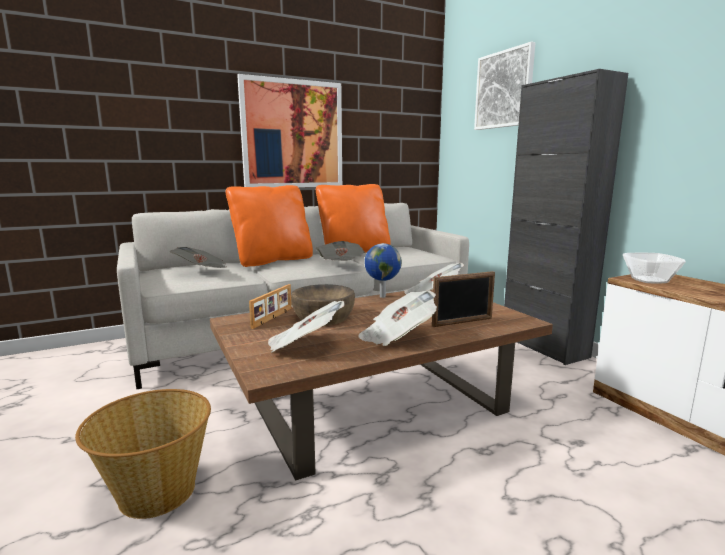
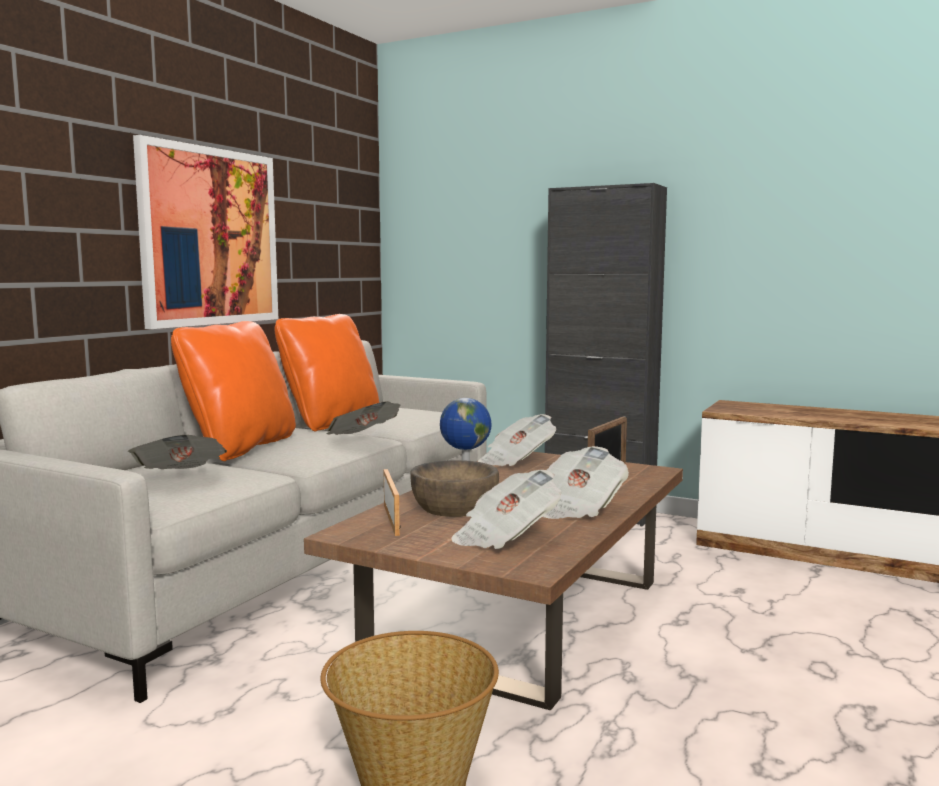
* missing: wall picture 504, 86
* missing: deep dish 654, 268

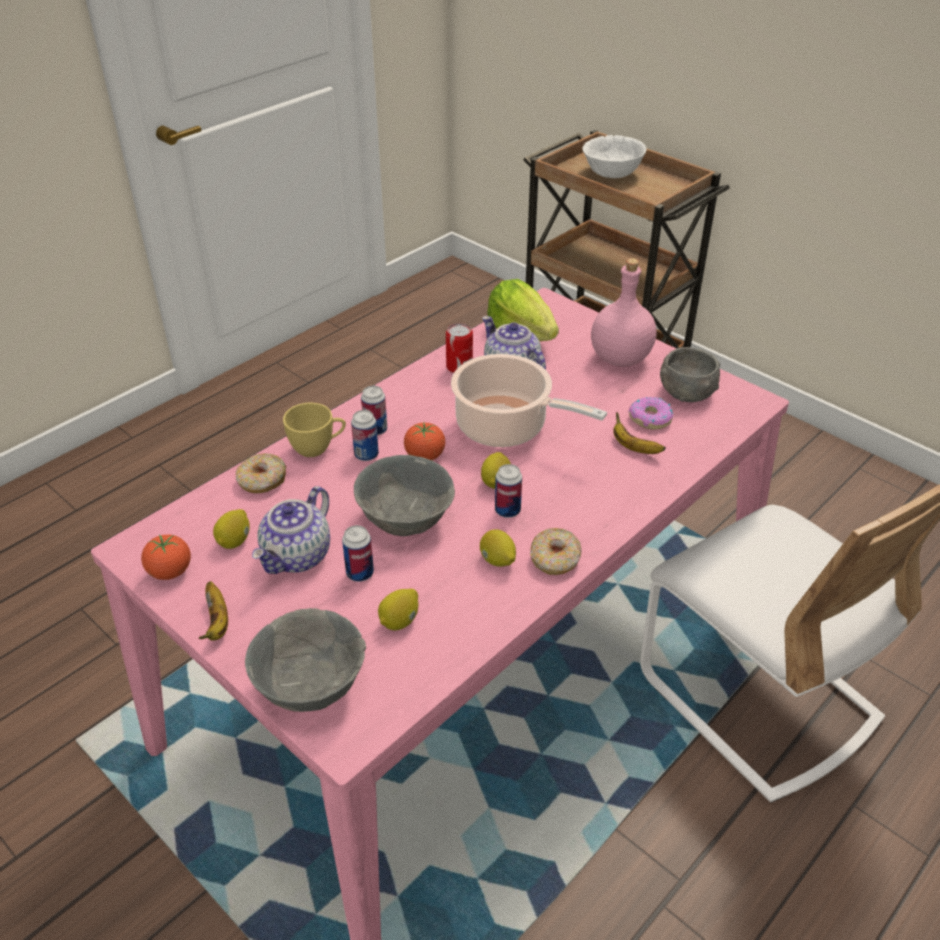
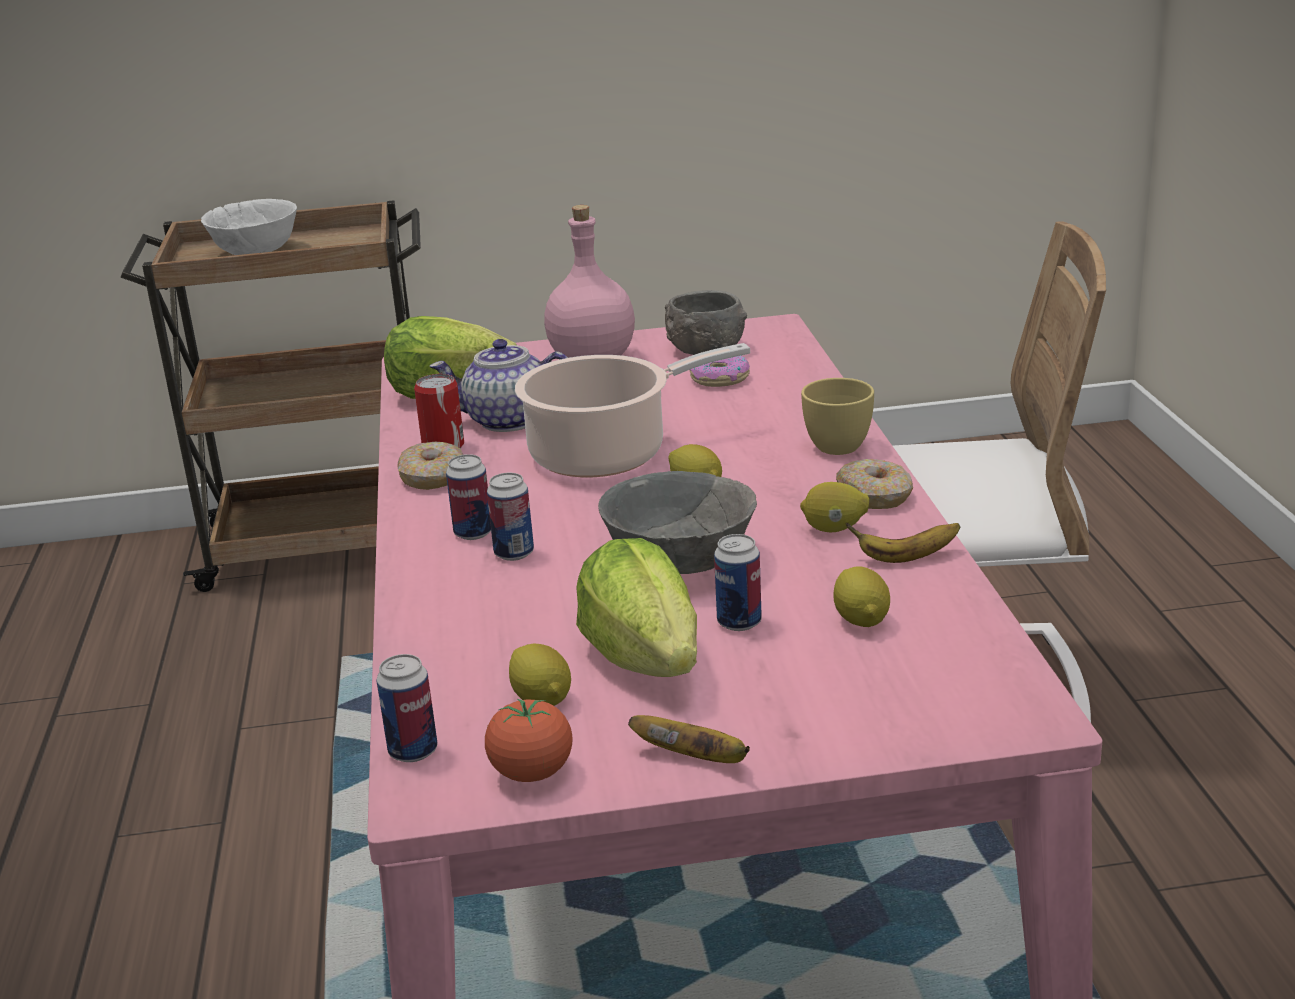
* relocated: can 508, 491 to 407, 708
* relocated: doughnut 261, 473 to 431, 466
* exchanged: teapot 291, 530 to head of lettuce 636, 607
* relocated: small cup/yellow-coloured 314, 430 to 837, 416
* relocated: banana 639, 433 to 902, 543
* missing: deep dish/gray 305, 660
* missing: fresh tomato 424, 441

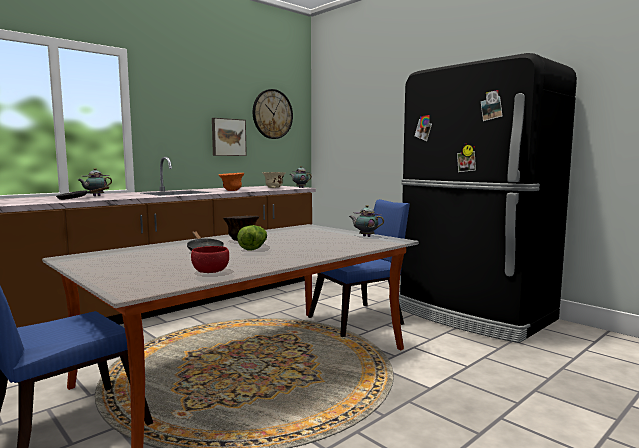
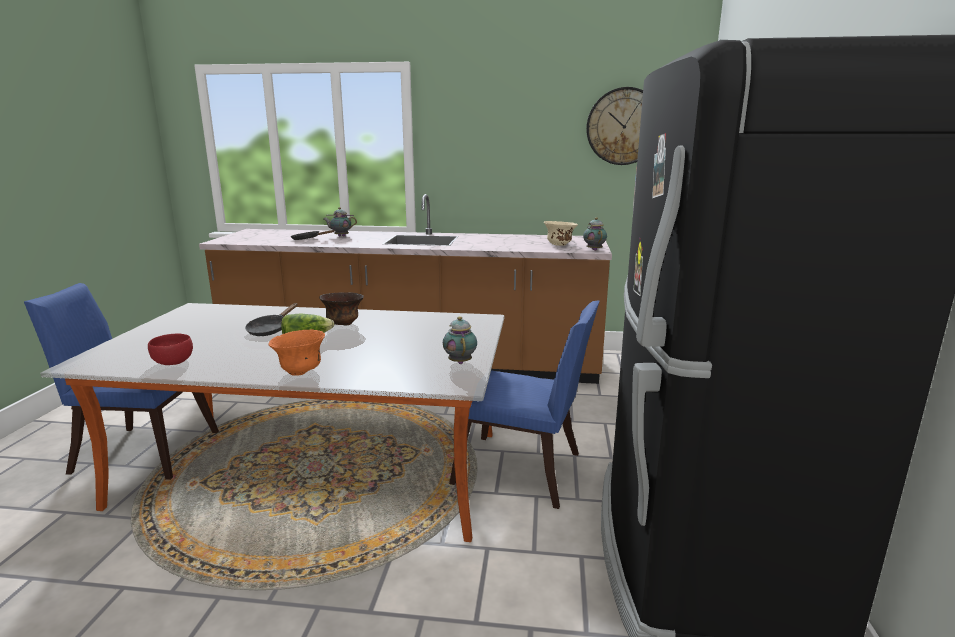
* relocated: deep dish/orange-coloured 232, 182 to 296, 352
* missing: wall picture 229, 137

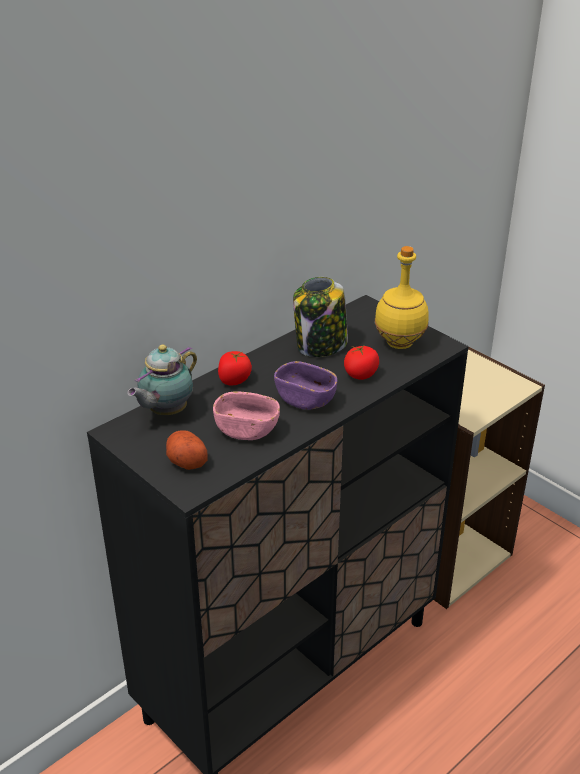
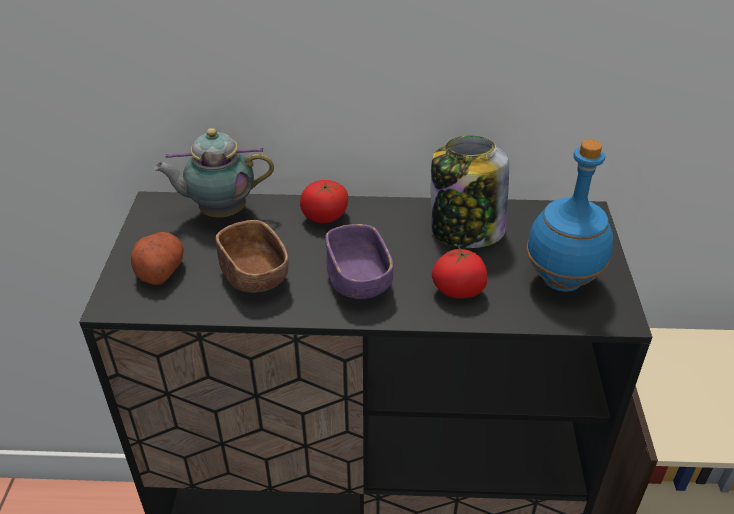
* colour: deep dish/pink-coloured 246, 415 to deep dish/brownish 252, 256
* colour: bottle/yellow-coloured 402, 297 to bottle/bluish 569, 216

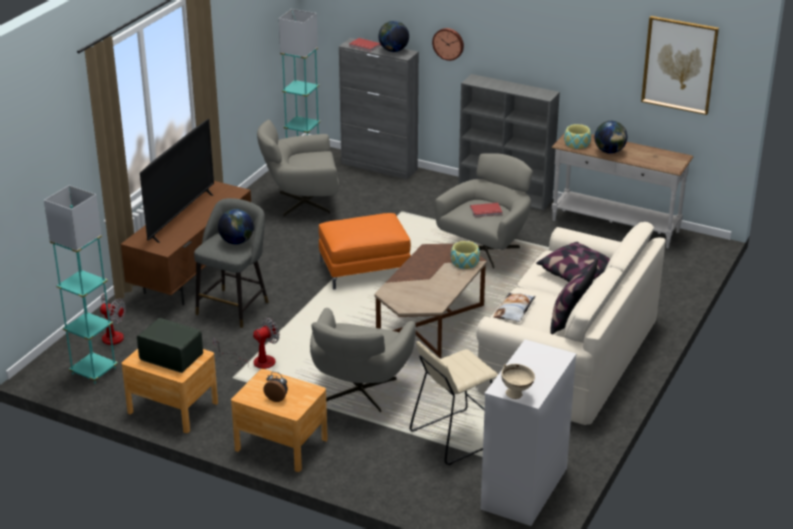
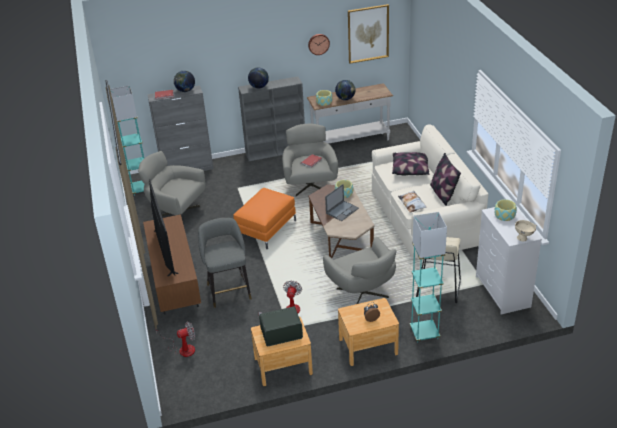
* spun: armchair/gray 298, 168 = 171, 183 75 degrees clockwise
* relocated: globe 236, 226 to 258, 77
* relocated: wall clock 448, 44 to 319, 44
* appeared: notebook computer 342, 202
* relocated: standard lamp/blue-green 81, 284 to 428, 277
* appeared: deep dish 505, 210

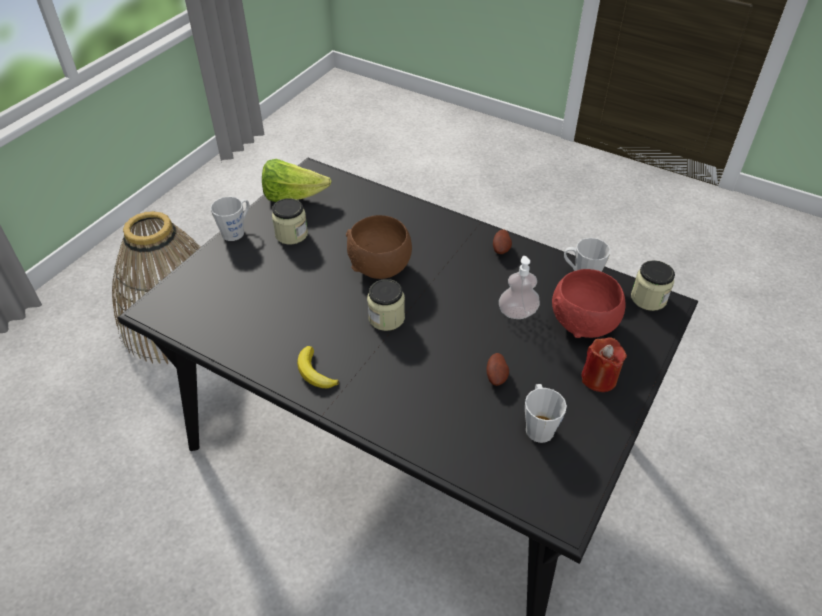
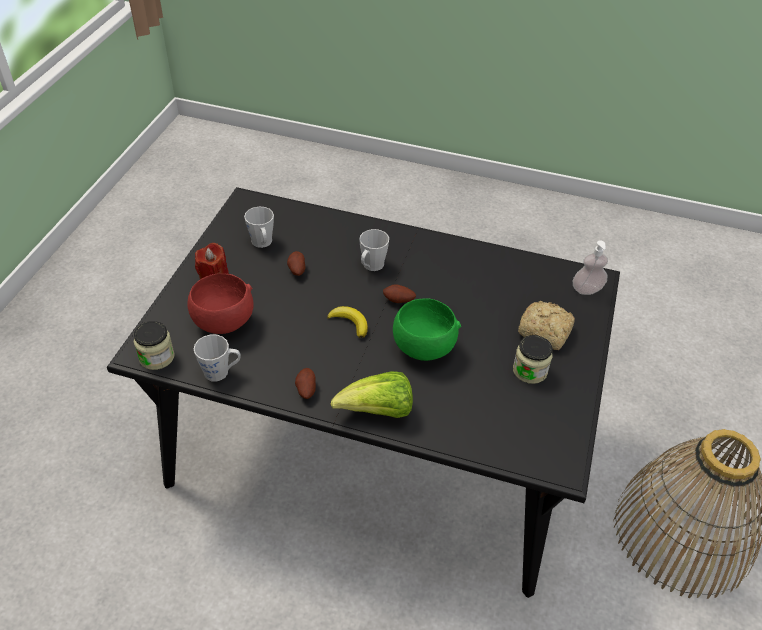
* relocated: banana 318, 367 to 347, 322
* relocated: head of lettuce 297, 180 to 371, 394
* relocated: coffee mug/gray 230, 219 to 374, 250
* exchanged: storage jar 386, 305 to whole potato 399, 293
* colour: deep dish/brownish 379, 247 to deep dish/green-coloured 427, 329
* appeared: bakery bread 546, 325
* relocated: soap bottle 519, 287 to 590, 267

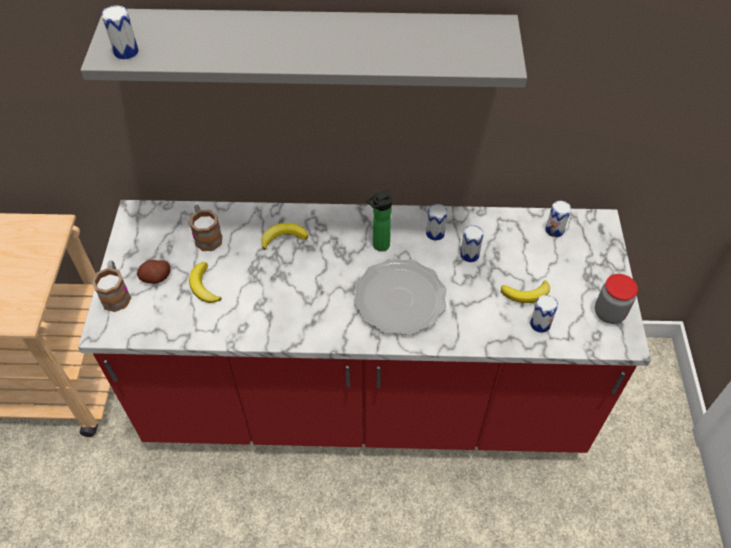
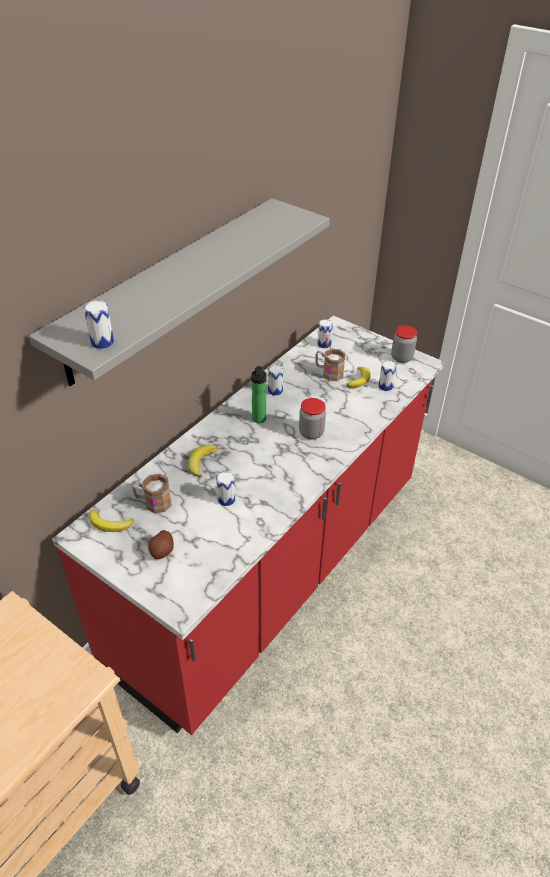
* relocated: banana 205, 282 to 111, 521
* relocated: can 472, 243 to 225, 488
* exchanged: dinner plate 399, 296 to storage jar 312, 419
* relocated: coffee mug 111, 286 to 330, 365

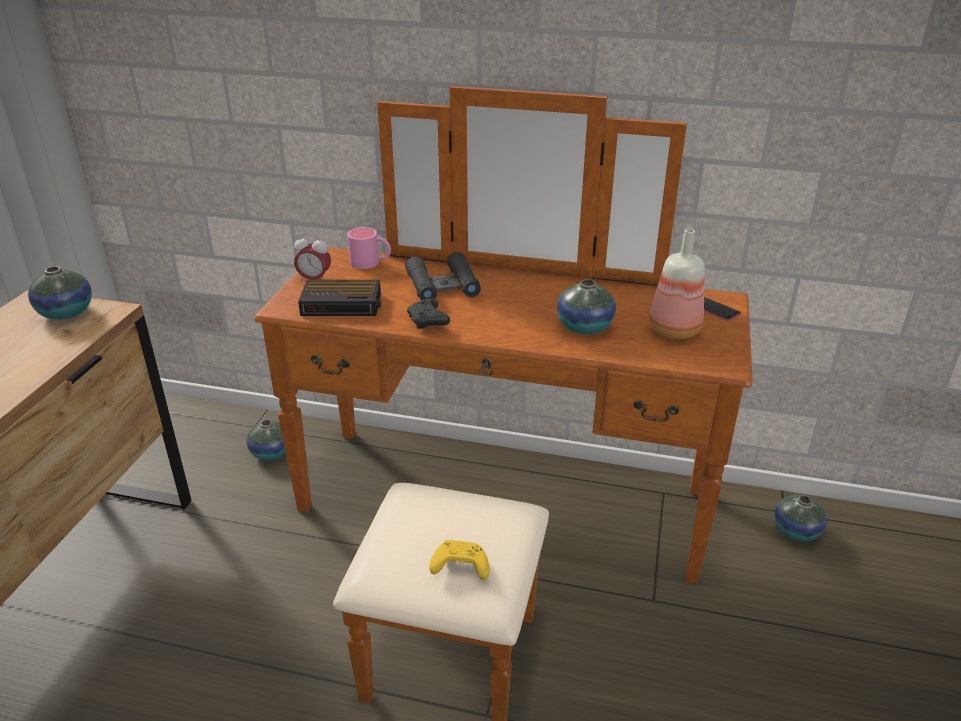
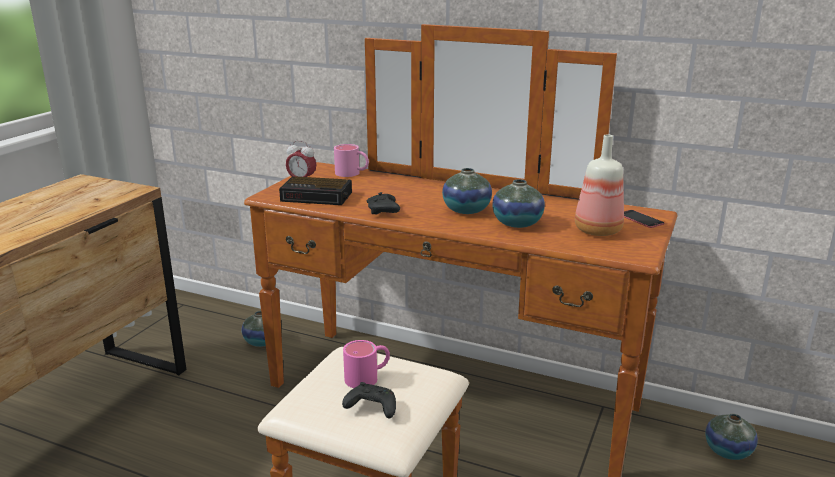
* colour: joypad/yellow-coloured 459, 560 to joypad/black-coloured 369, 400
* appeared: coffee mug/pink-coloured 366, 364
* relocated: decorative vase 60, 293 to 467, 191
* missing: field glasses/black-coloured 443, 276

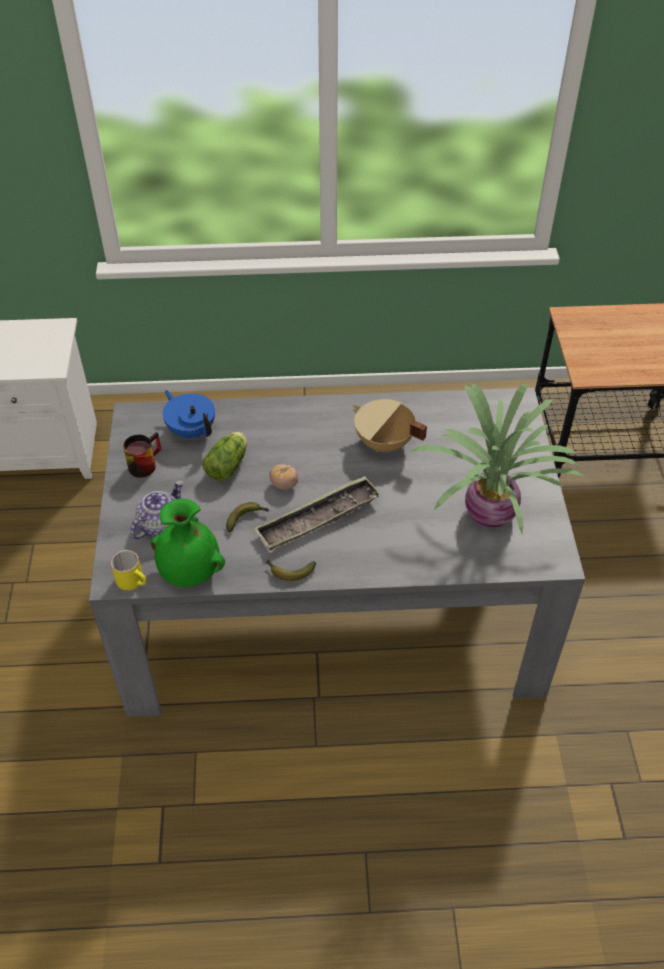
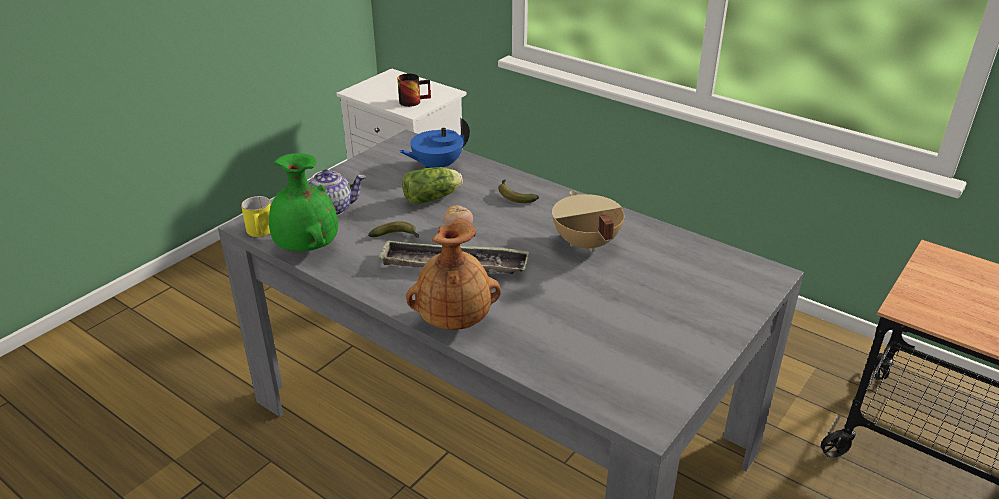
* relocated: coffee mug 142, 455 to 414, 90
* spun: teapot/bluish 189, 414 = 434, 143 120 degrees counterclockwise
* appeared: decorative vase/brownish 453, 274
* relocated: banana 291, 570 to 518, 191
* missing: houseplant 497, 458

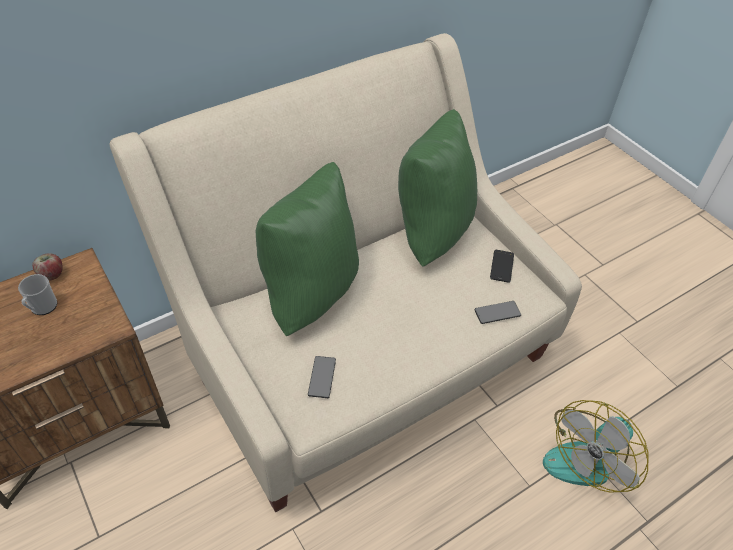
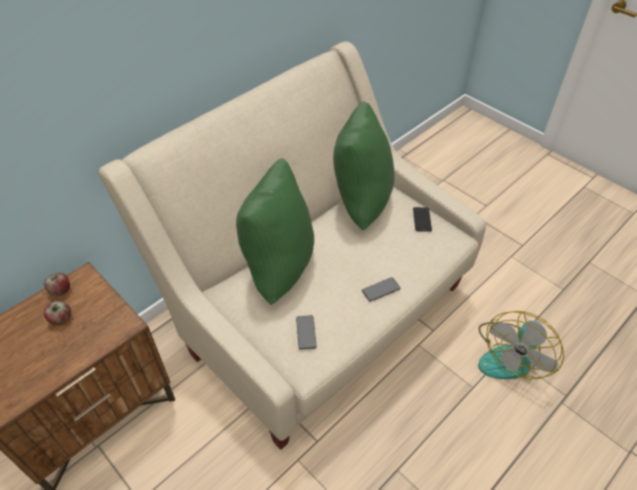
* exchanged: coffee mug 37, 294 to apple 57, 313
* relocated: phone 498, 312 to 381, 289

